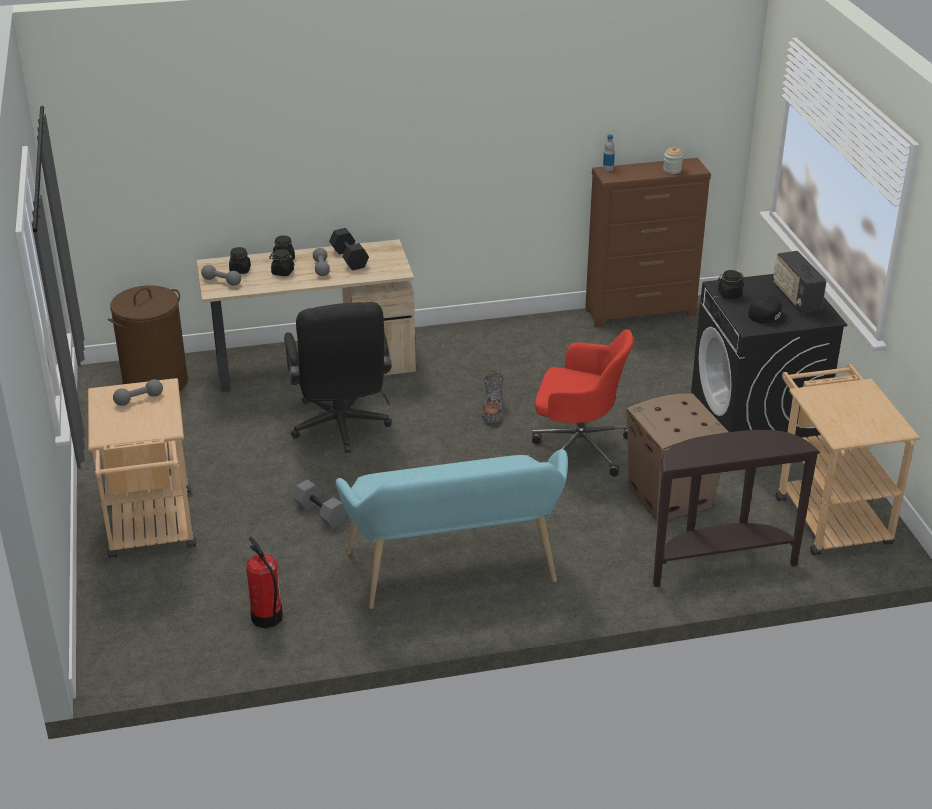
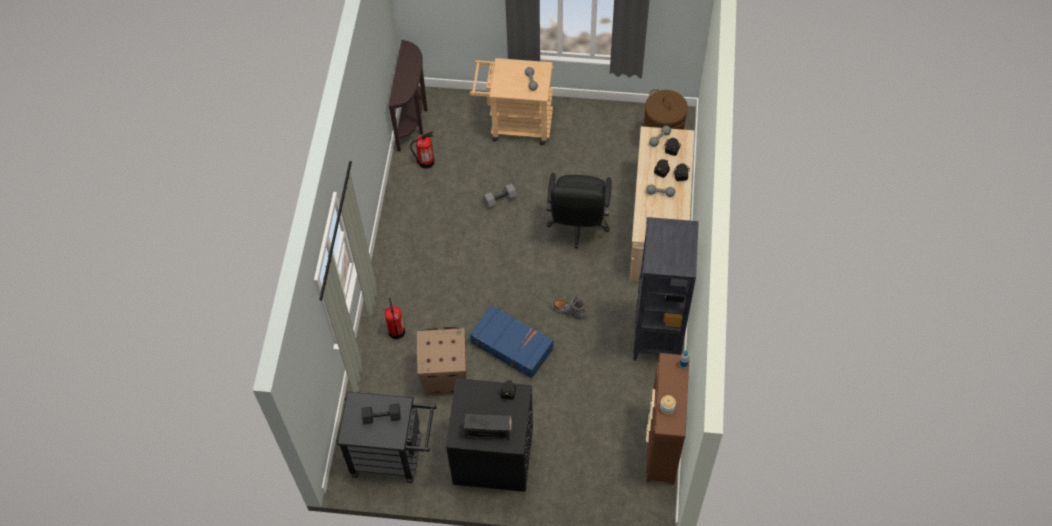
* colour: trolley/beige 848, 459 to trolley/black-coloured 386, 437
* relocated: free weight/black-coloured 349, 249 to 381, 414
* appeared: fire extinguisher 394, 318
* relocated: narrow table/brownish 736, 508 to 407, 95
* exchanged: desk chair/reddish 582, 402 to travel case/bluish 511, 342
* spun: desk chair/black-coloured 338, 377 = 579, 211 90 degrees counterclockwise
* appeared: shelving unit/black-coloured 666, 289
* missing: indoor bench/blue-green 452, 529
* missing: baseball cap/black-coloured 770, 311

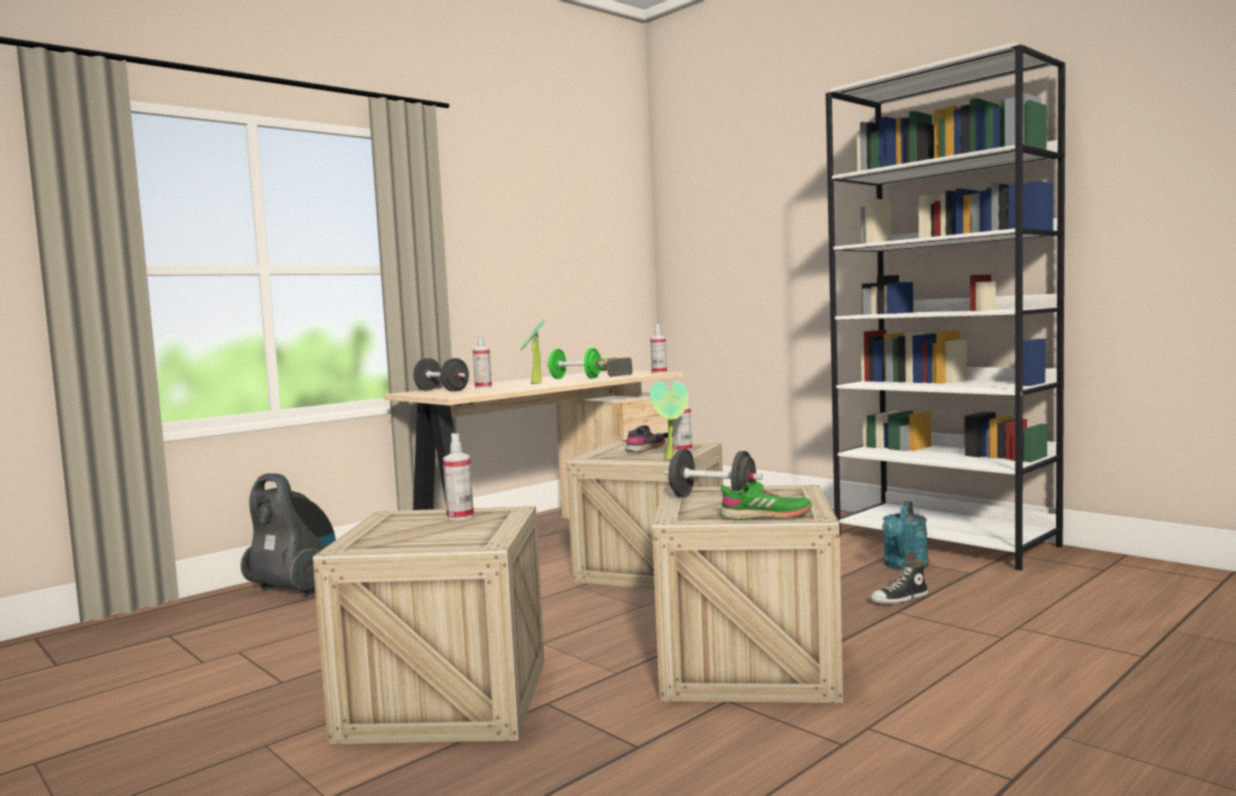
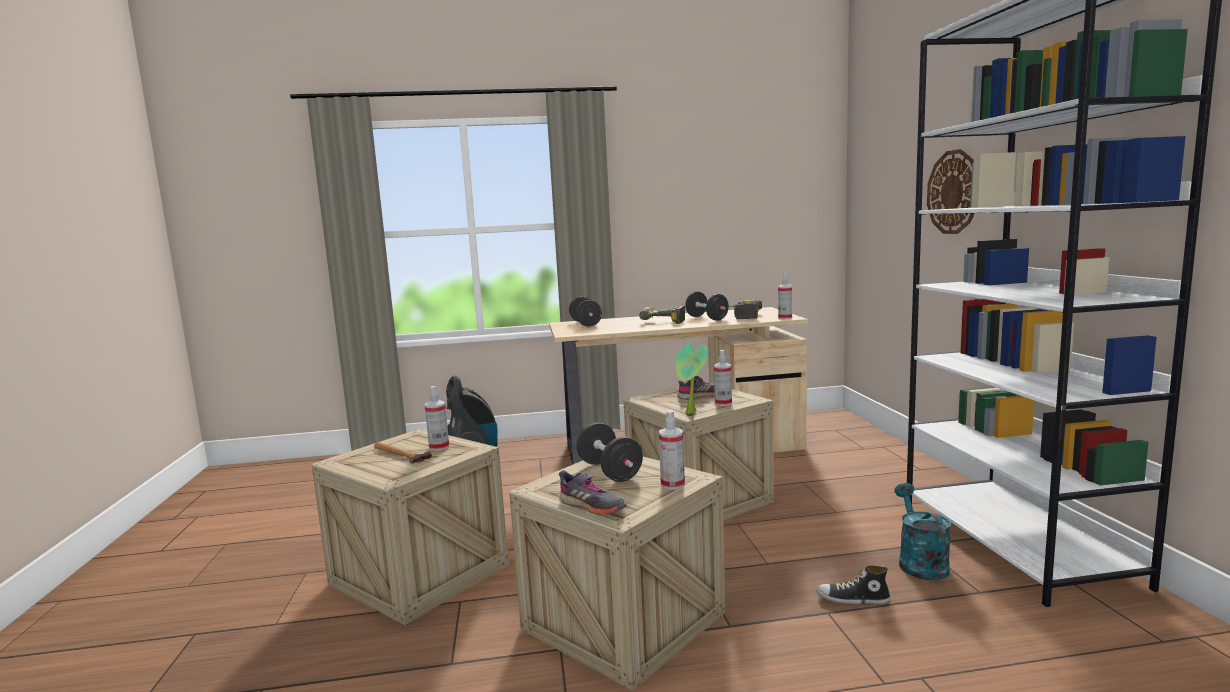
* appeared: tool hammer 403, 452
* colour: low shoe/green-coloured 766, 500 to low shoe/gray 592, 492
* exchanged: houseplant 533, 352 to power drill 662, 314
* relocated: hand sprayer 482, 361 to 672, 450
* colour: free weight/green-coloured 575, 363 to free weight/black-coloured 707, 306
* spun: watering pot/blue-green 905, 535 = 922, 531 120 degrees clockwise
* appeared: wall clock 951, 191

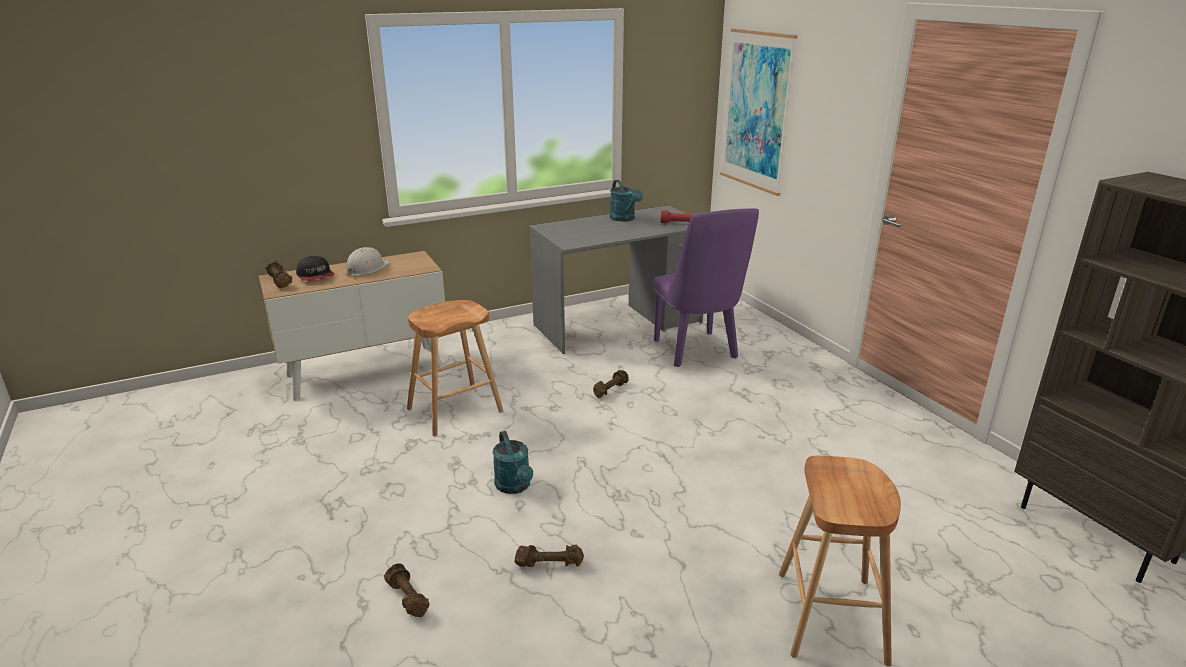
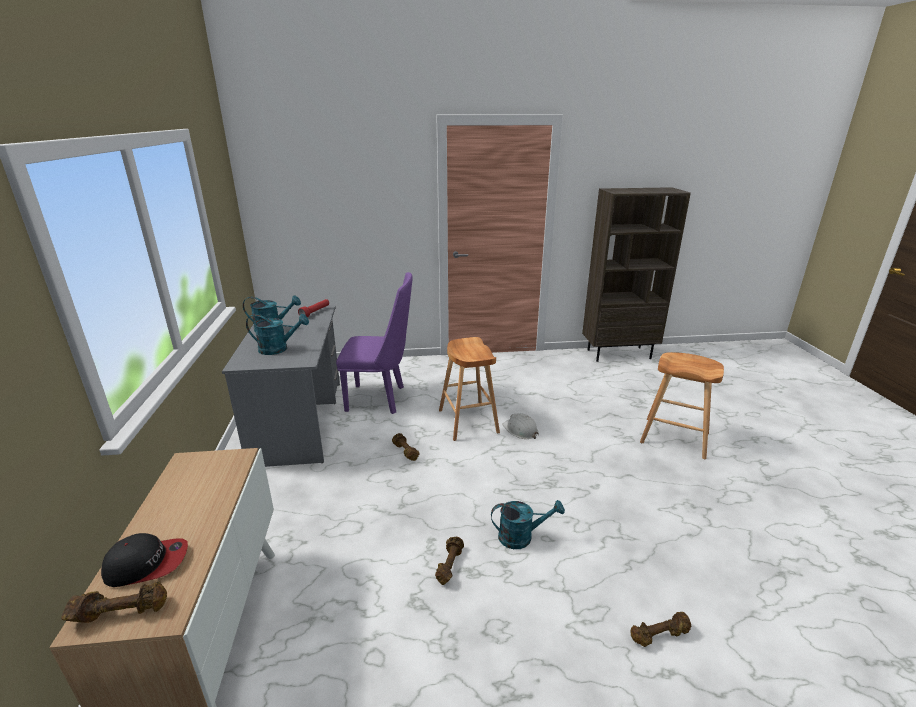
* appeared: watering pot/blue-green 277, 334
* relocated: free weight/brownish 549, 555 to 449, 560
* relocated: sitting stool/brownish 455, 368 to 469, 389
* relocated: safety helmet/white-coloured 368, 261 to 520, 426
* missing: wall picture 759, 112

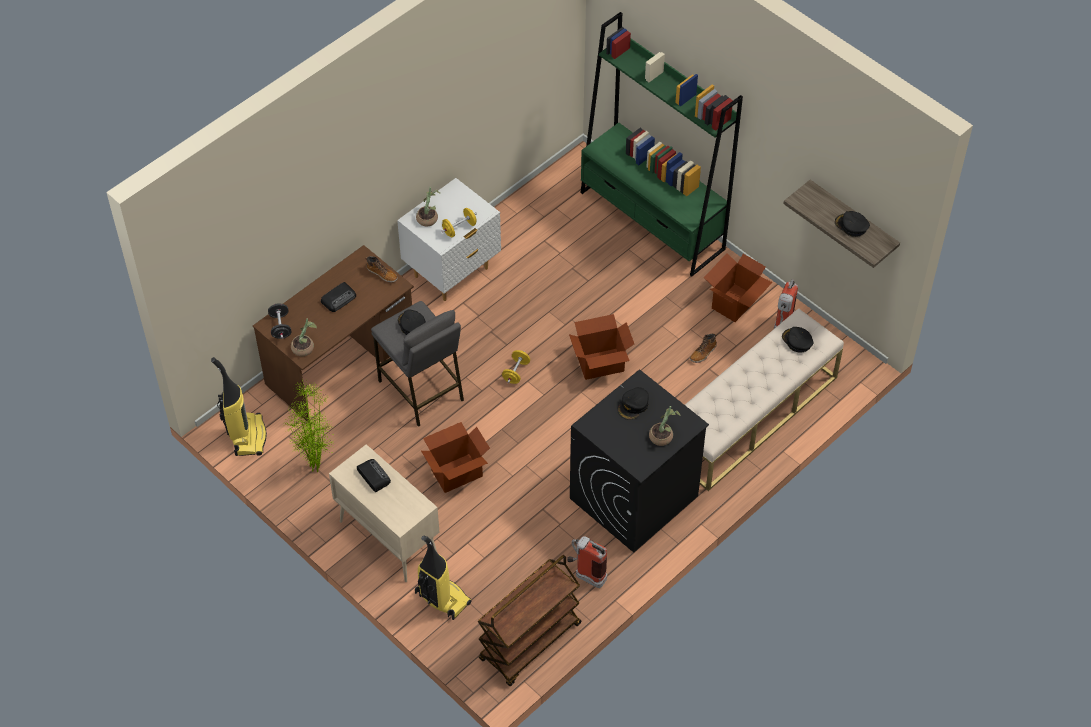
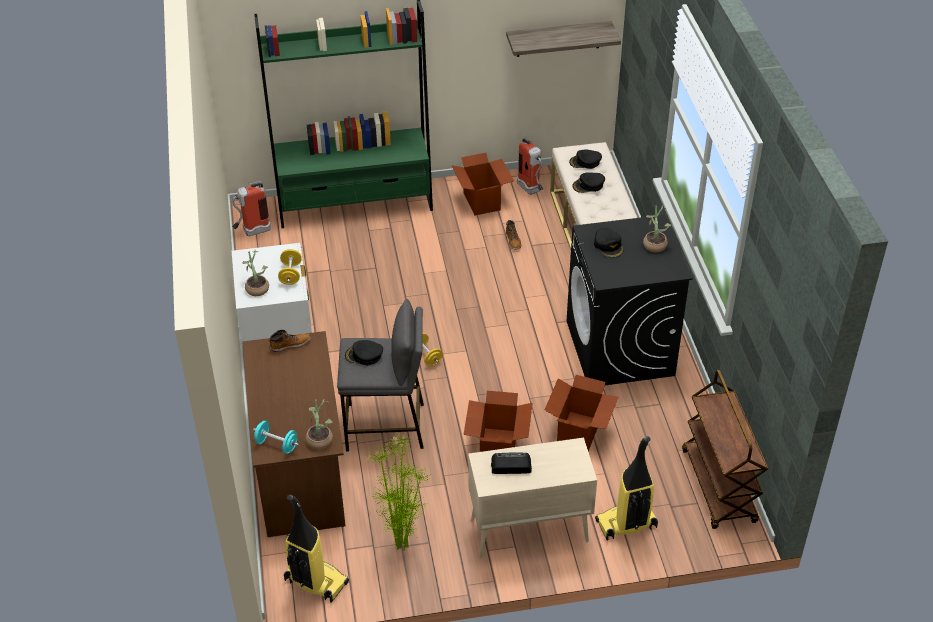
* relocated: fire extinguisher 587, 562 to 251, 208
* colour: free weight/black-coloured 279, 321 to free weight/blue-green 276, 437
* relocated: packing box 601, 347 to 581, 413
* relocated: baseball cap/black-coloured 852, 224 to 588, 182
* missing: radio receiver 338, 297

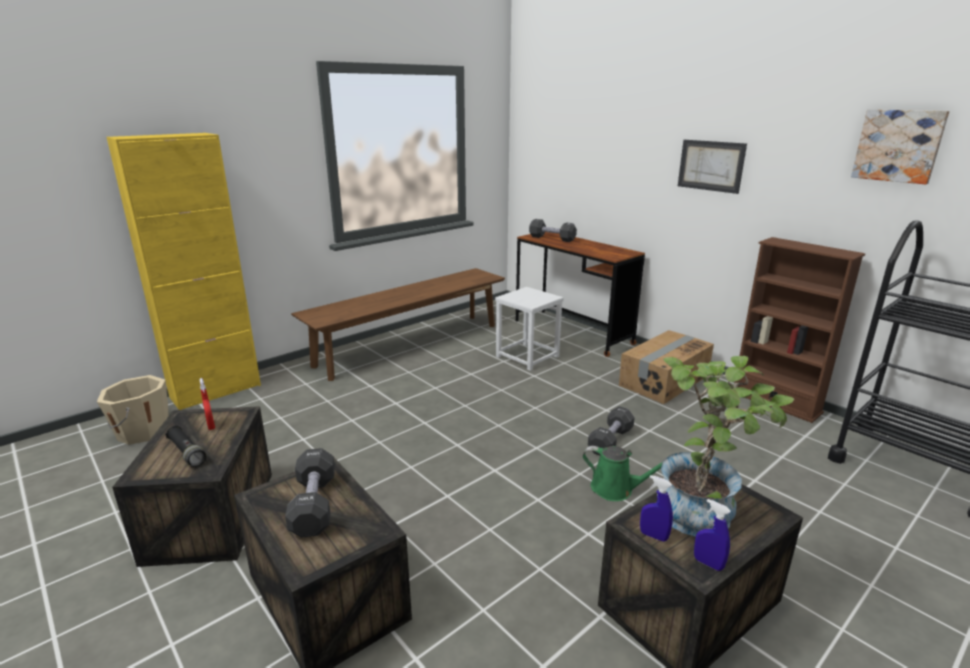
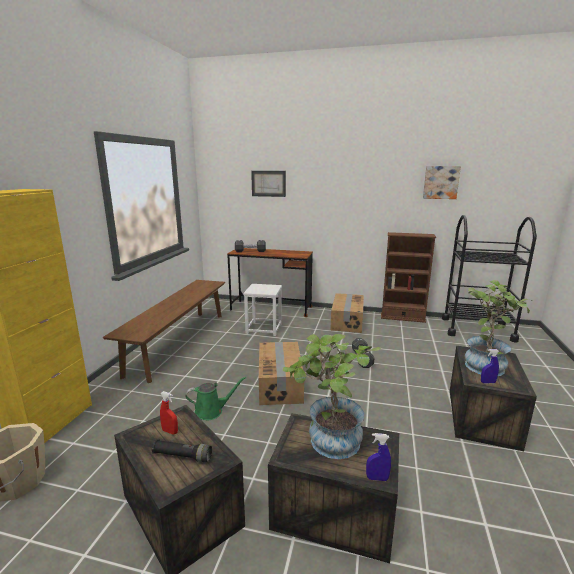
* relocated: watering pot/green-coloured 622, 473 to 215, 398
* relocated: wall picture 712, 167 to 268, 184
* appeared: packing box 281, 373
* exchanged: free weight/black-coloured 310, 493 to houseplant 332, 396
* relocated: hand sprayer/bluish 712, 535 to 378, 457

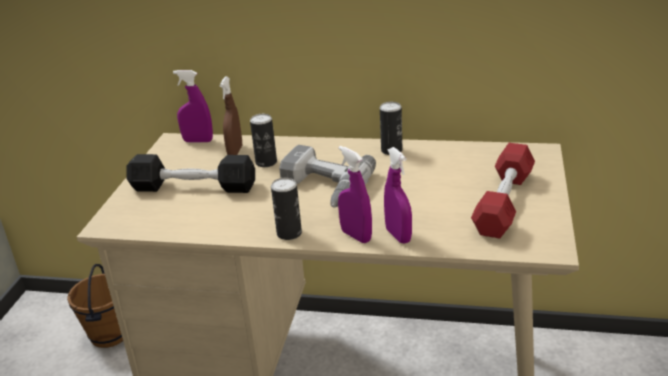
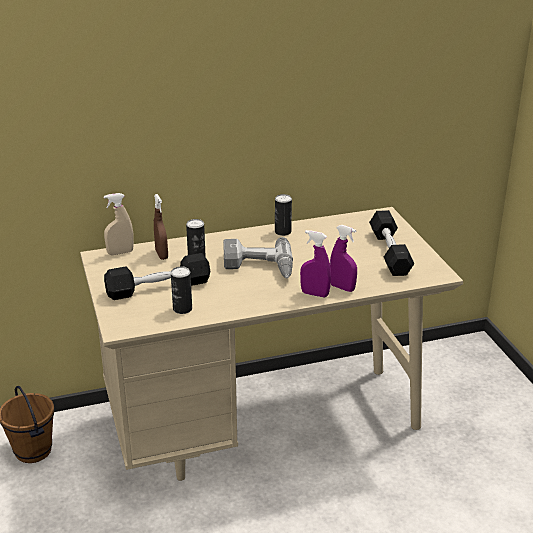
* colour: hand sprayer/purple-coloured 193, 106 to hand sprayer/beige 119, 224
* relocated: can 286, 209 to 181, 290
* colour: free weight/reddish 503, 191 to free weight/black-coloured 391, 243

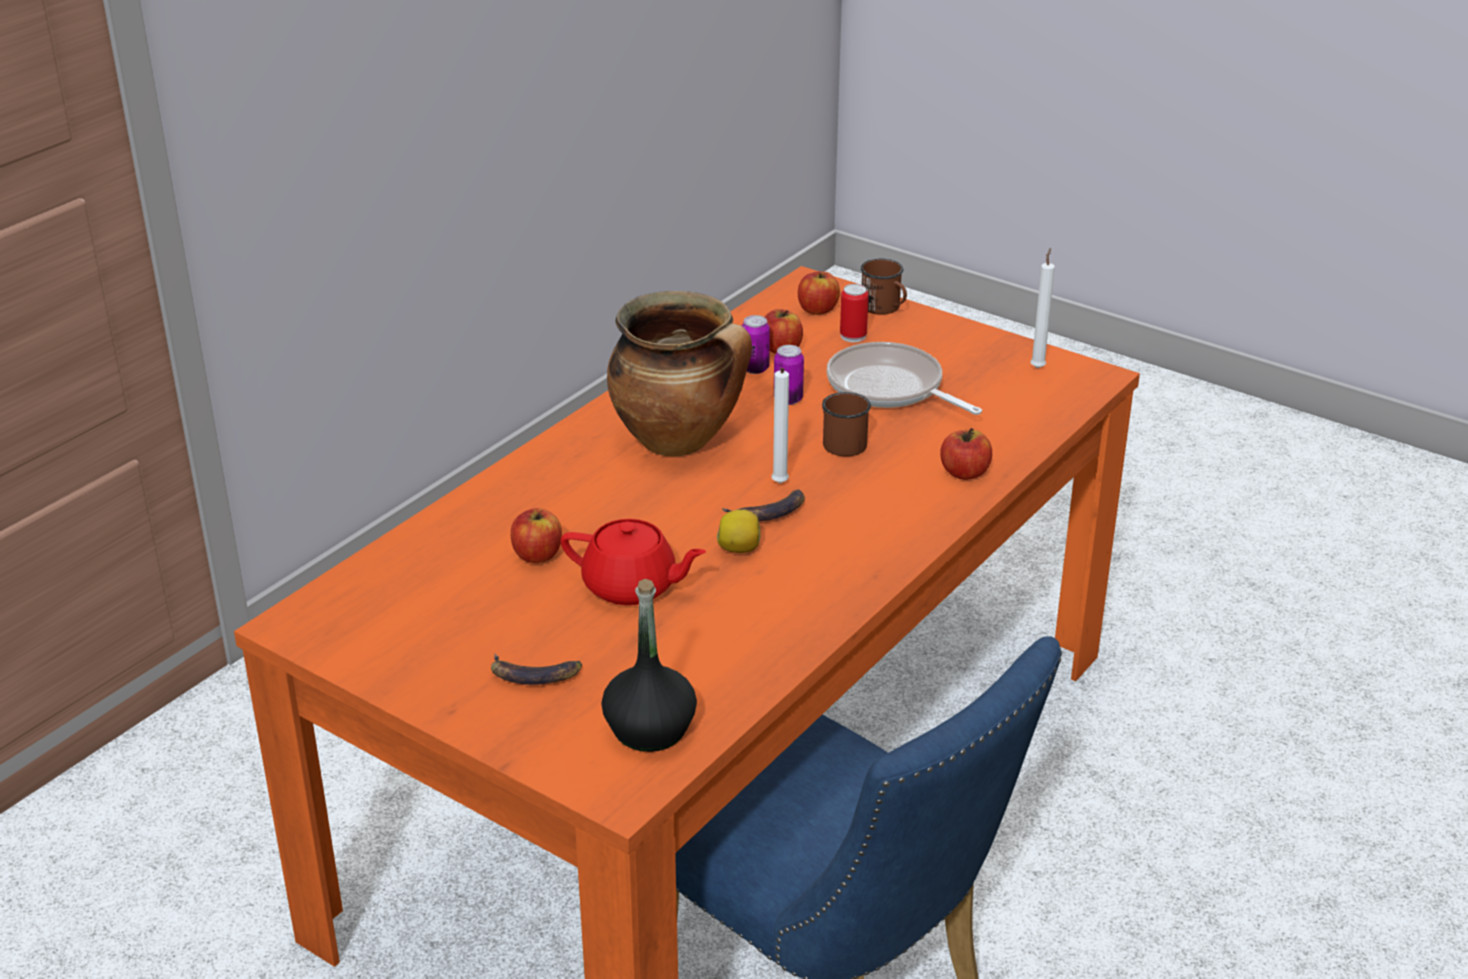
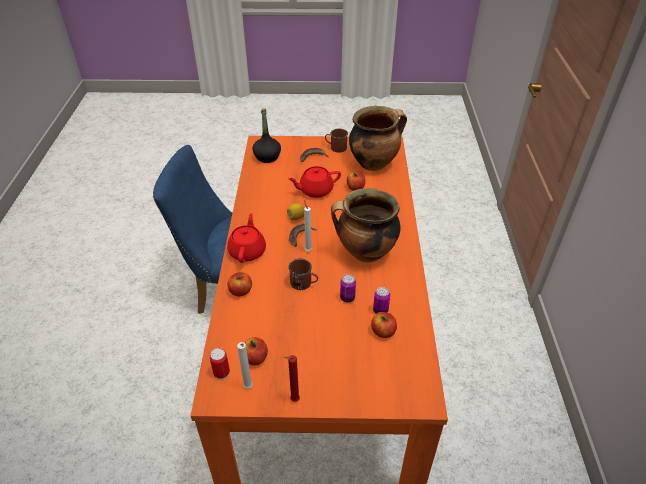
* relocated: can 854, 313 to 220, 364
* appeared: teapot/reddish 246, 238
* relocated: apple 819, 293 to 256, 351
* appeared: wax candle/reddish 292, 378
* relocated: coffee mug/brownish 884, 286 to 336, 141
* appeared: stockpot 378, 138
* missing: pan 904, 378

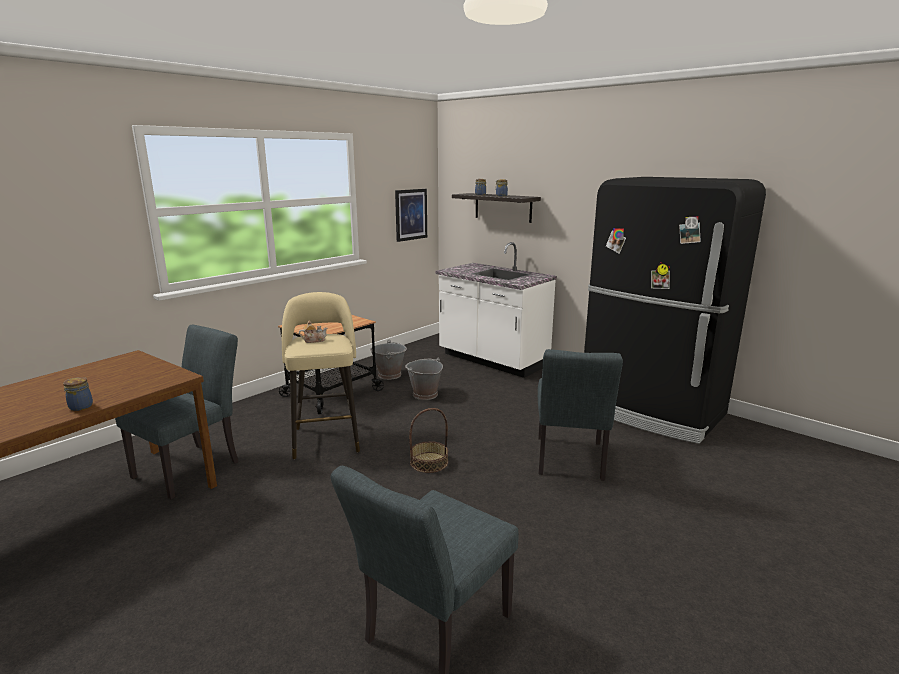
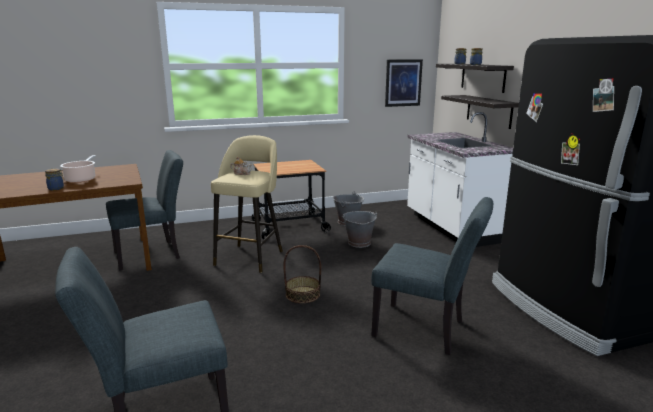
* appeared: stockpot 78, 169
* spun: chair/gray 580, 414 = 432, 276 105 degrees counterclockwise
* appeared: bracket shelf 480, 112

